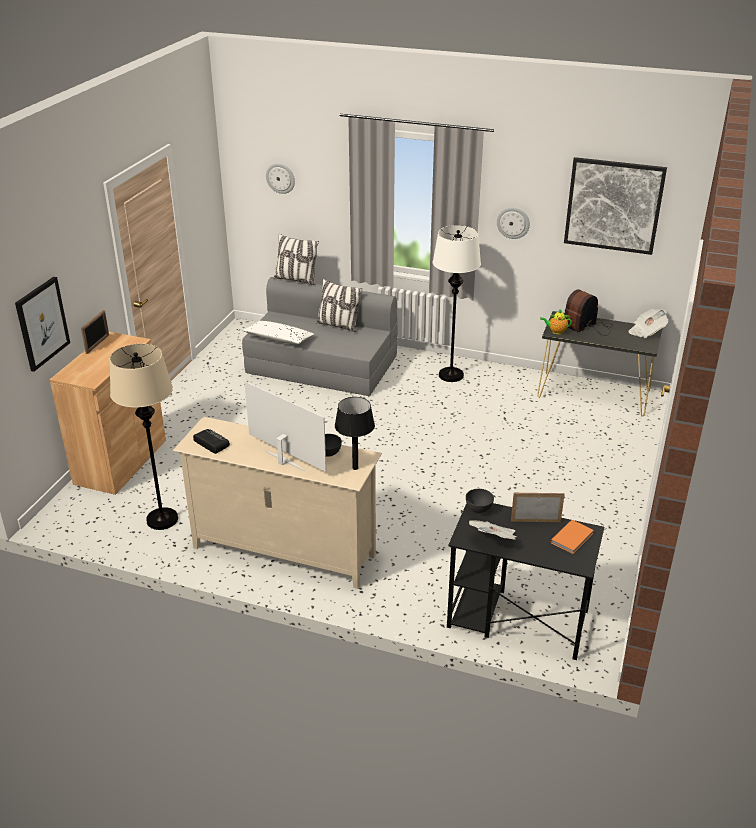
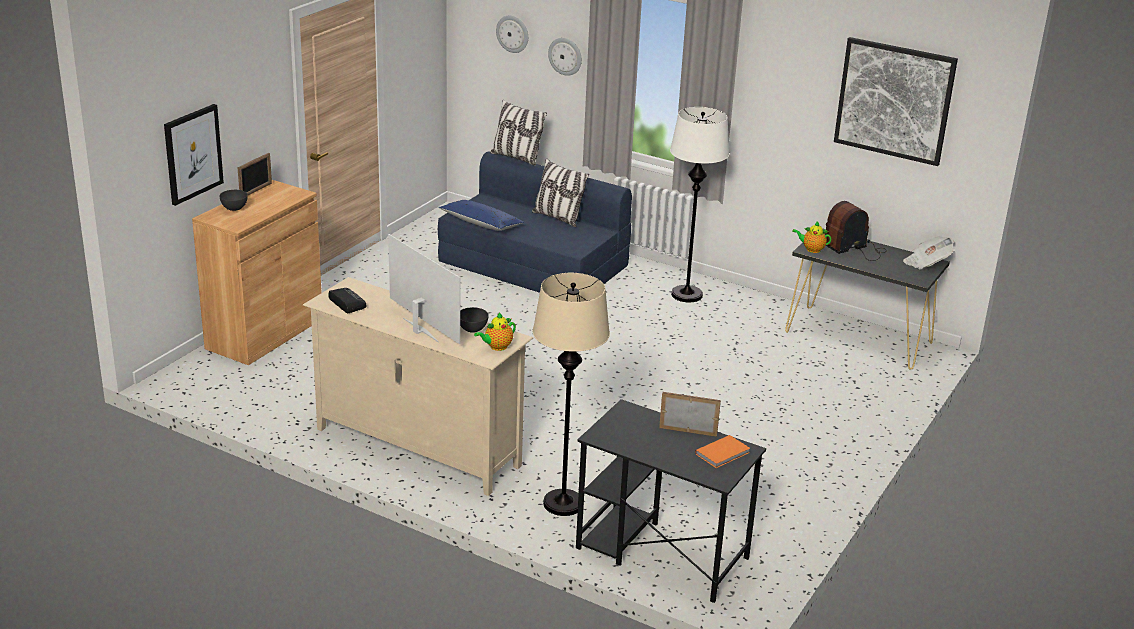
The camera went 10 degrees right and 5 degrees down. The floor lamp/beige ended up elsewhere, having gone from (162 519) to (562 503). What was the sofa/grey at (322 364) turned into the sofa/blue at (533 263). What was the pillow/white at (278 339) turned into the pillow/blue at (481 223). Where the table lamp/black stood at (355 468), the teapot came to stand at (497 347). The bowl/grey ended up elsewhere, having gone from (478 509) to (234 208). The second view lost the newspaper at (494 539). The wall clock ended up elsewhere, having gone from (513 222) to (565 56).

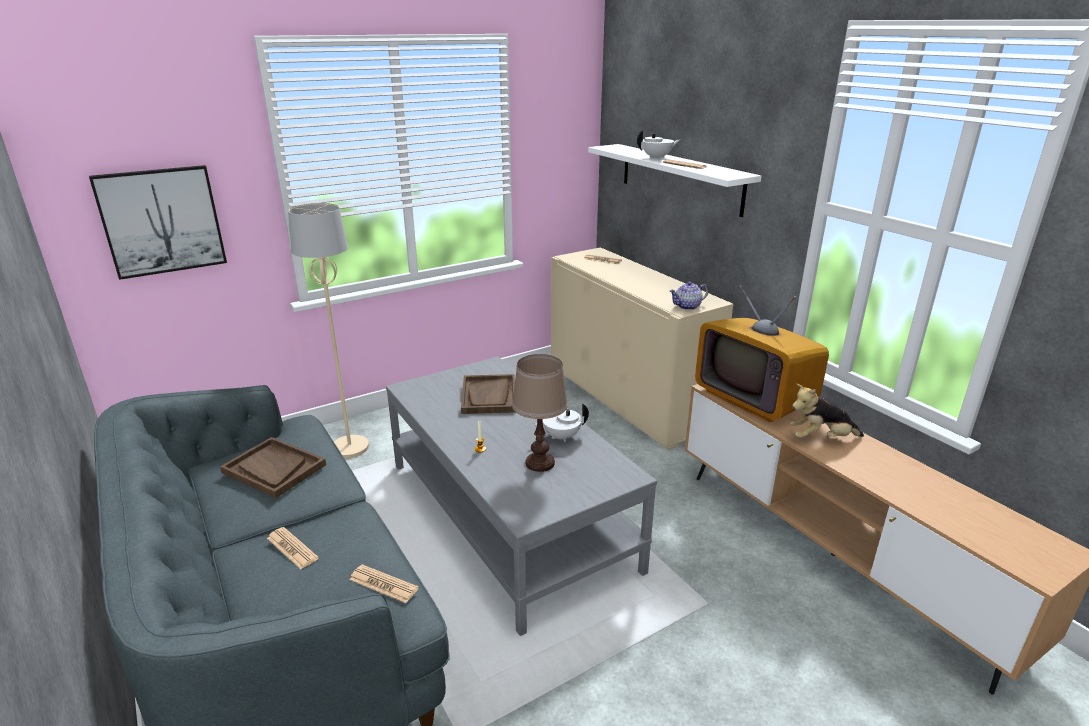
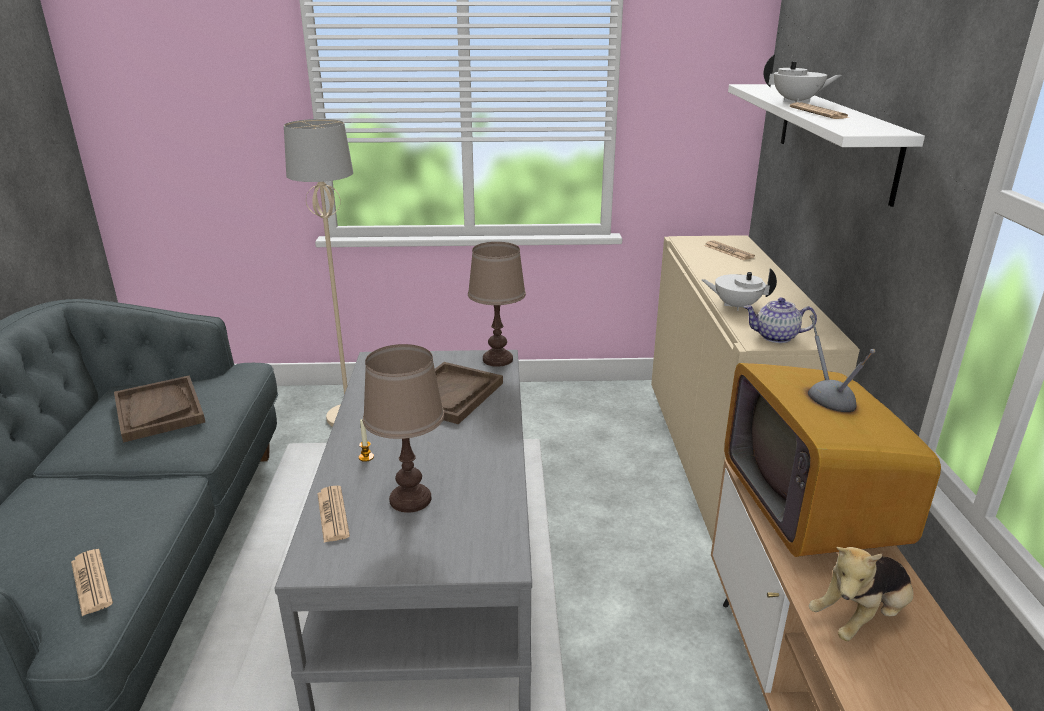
The camera went 30 degrees right and 0 degrees up. The second view lost the picture at (161 221). The newspaper ended up elsewhere, having gone from (292 548) to (333 514). The teapot/white ended up elsewhere, having gone from (561 436) to (736 306). The plush toy at (820 438) ended up facing another way, 60 degrees counterclockwise from before. The second view gained the table lamp/brown at (497 359).

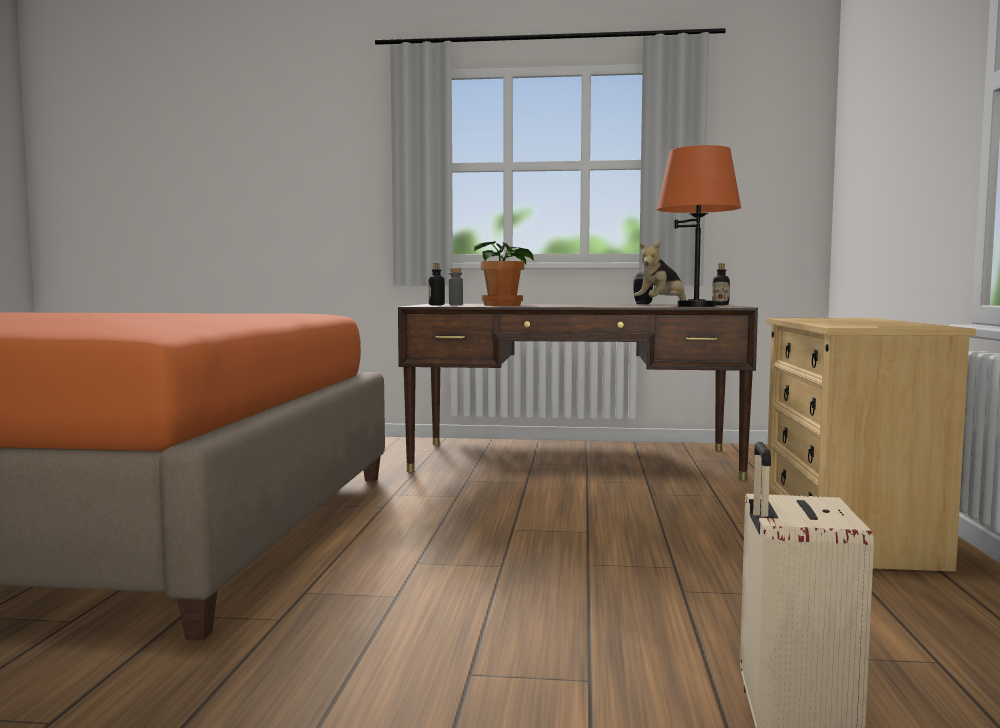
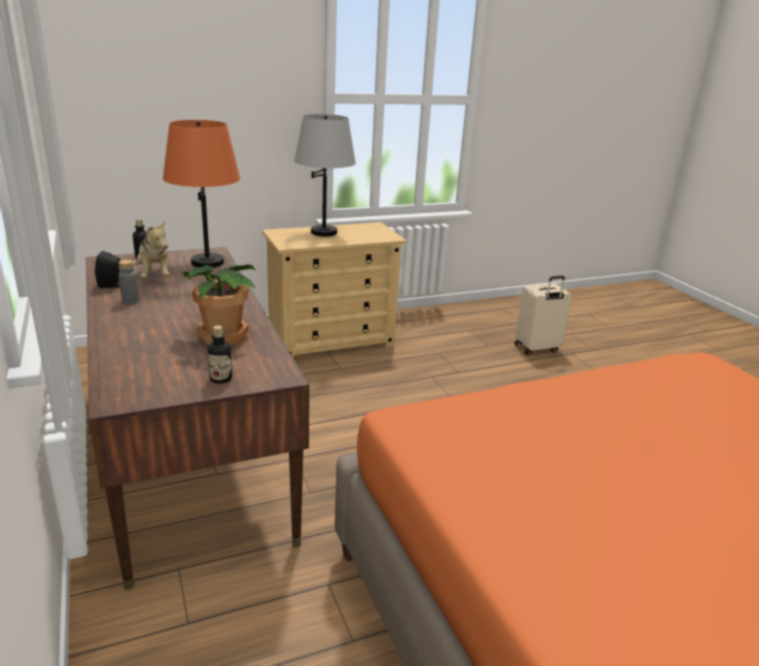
The camera went 120 degrees left and 20 degrees up. The bottle/grey ended up elsewhere, having gone from (455 304) to (130 300). The plush toy at (661 305) ended up facing another way, 45 degrees clockwise from before. The second view gained the table lamp/grey at (324 232).

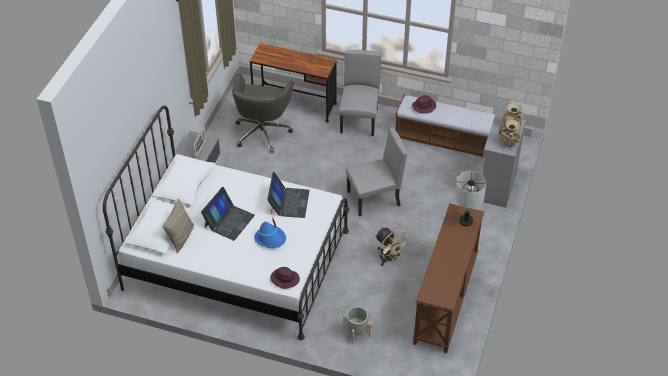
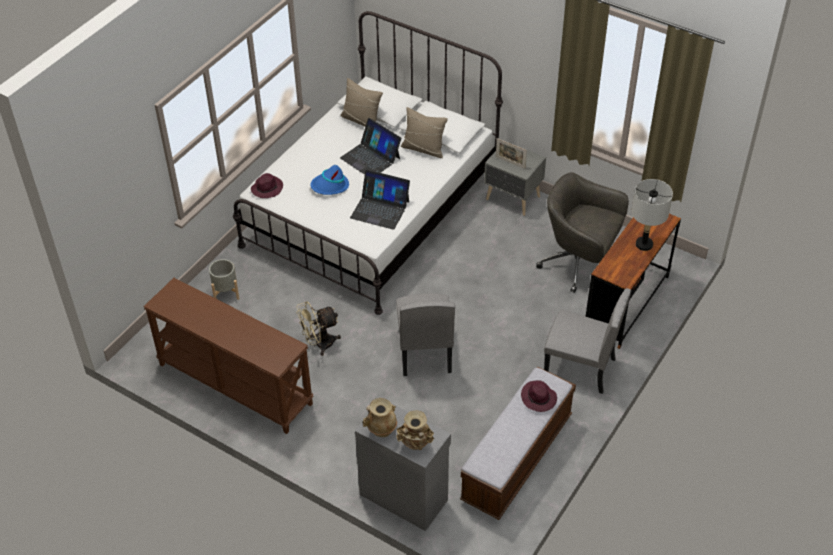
The camera went 105 degrees right and 0 degrees up. The table lamp/grey ended up elsewhere, having gone from (466 221) to (644 244). The second view gained the pillow/beige at (423 149).

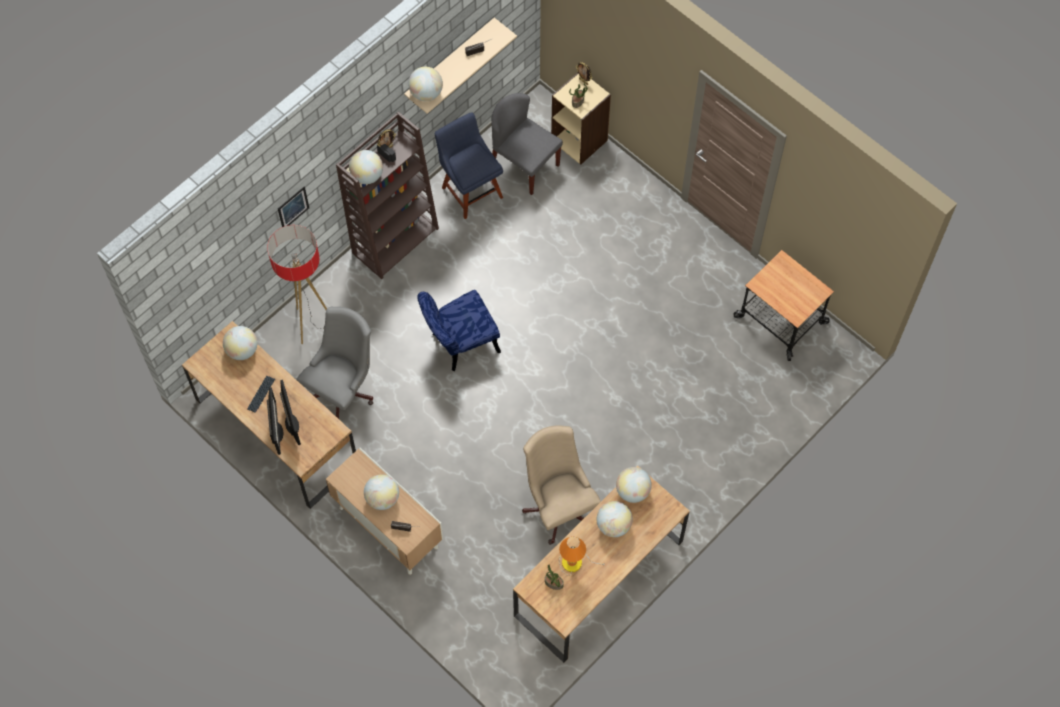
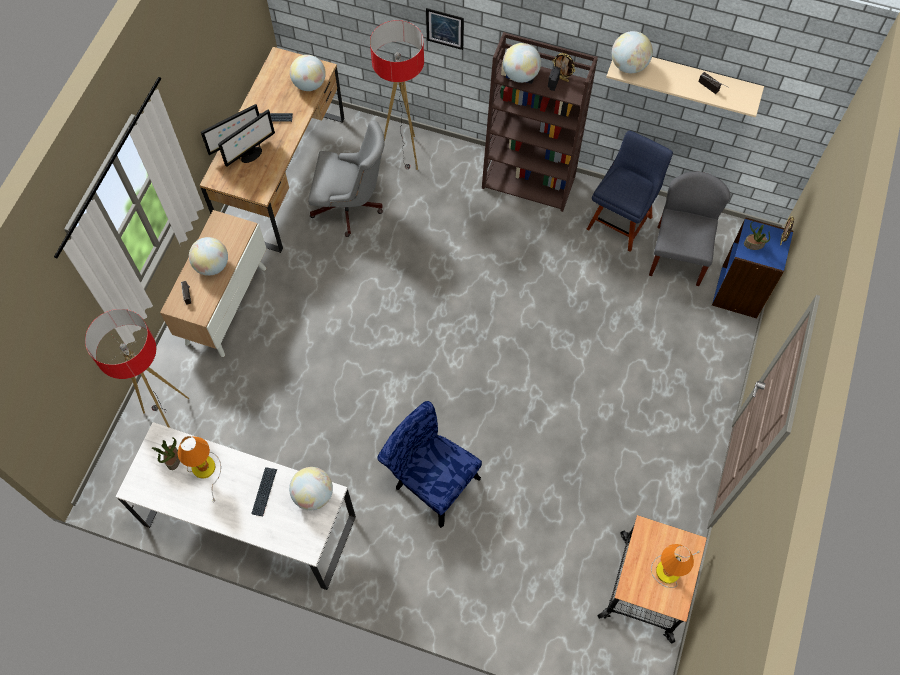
The camera went 65 degrees right and 0 degrees up. The chair/blue ended up elsewhere, having gone from (459 344) to (431 480). What was the desk/brown at (598 578) turned into the desk/white at (250 521). The second view lost the office chair/beige at (558 505). What was the bookcase/beige at (579 140) turned into the bookcase/blue at (739 292). Where the globe stood at (613 525), the keyboard came to stand at (264 491). The second view gained the floor lamp at (169 416). The second view gained the table lamp at (669 569).

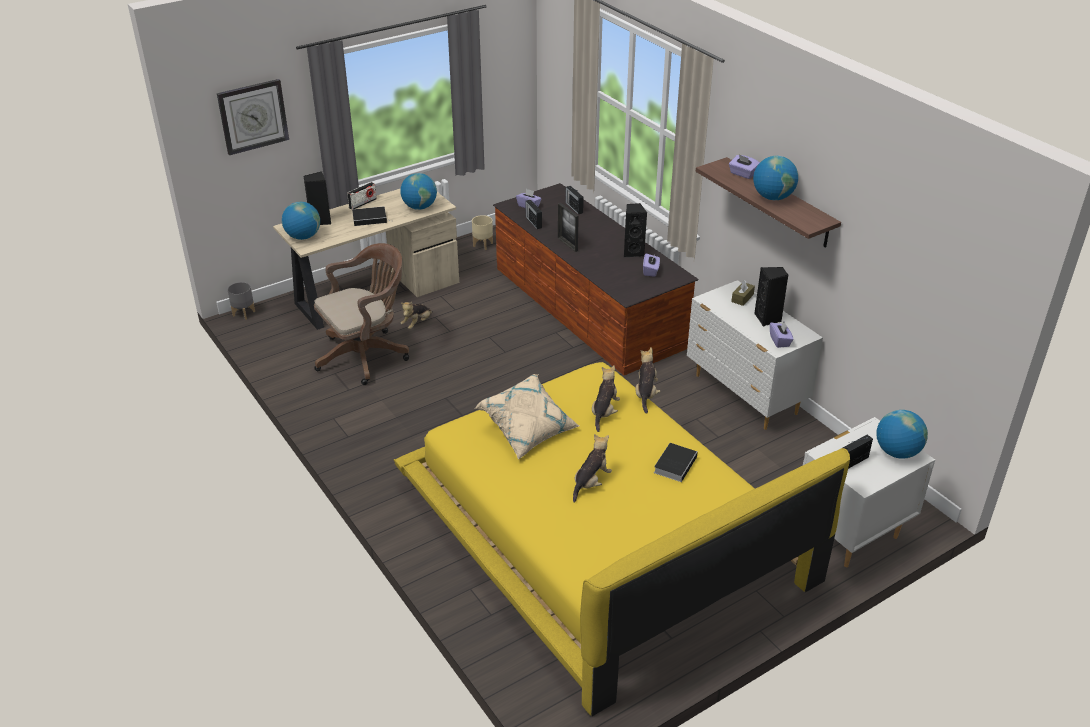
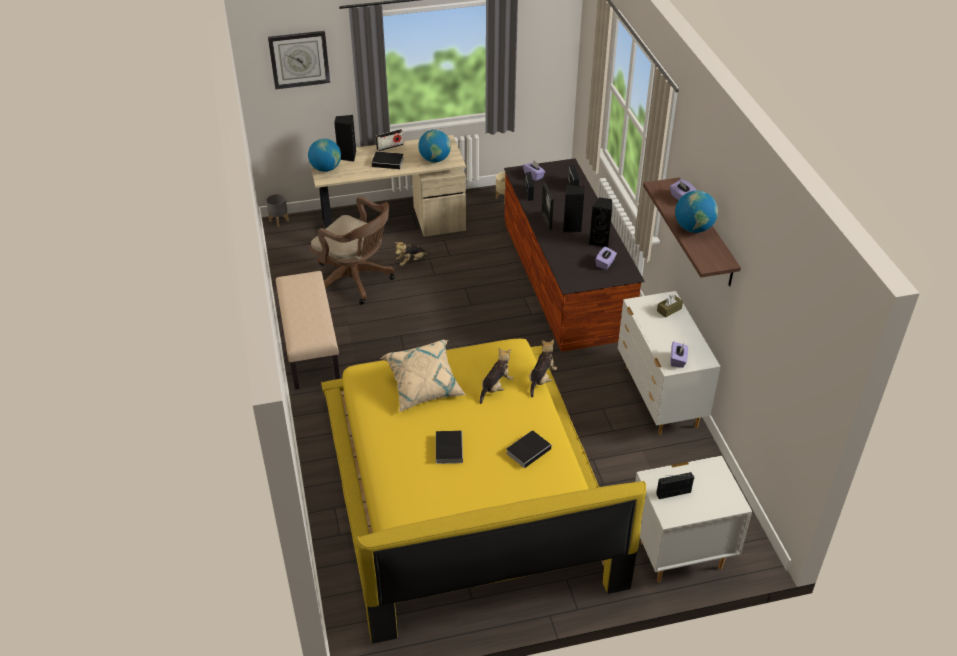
The camera went 20 degrees right and 5 degrees up. The office chair/brown at (366 355) ended up facing another way, 45 degrees clockwise from before. Where the plush toy stood at (591 483), the book came to stand at (449 448). The speaker/black ended up elsewhere, having gone from (768 319) to (572 227). The second view lost the globe at (897 452). The second view gained the bench/beige at (309 347).

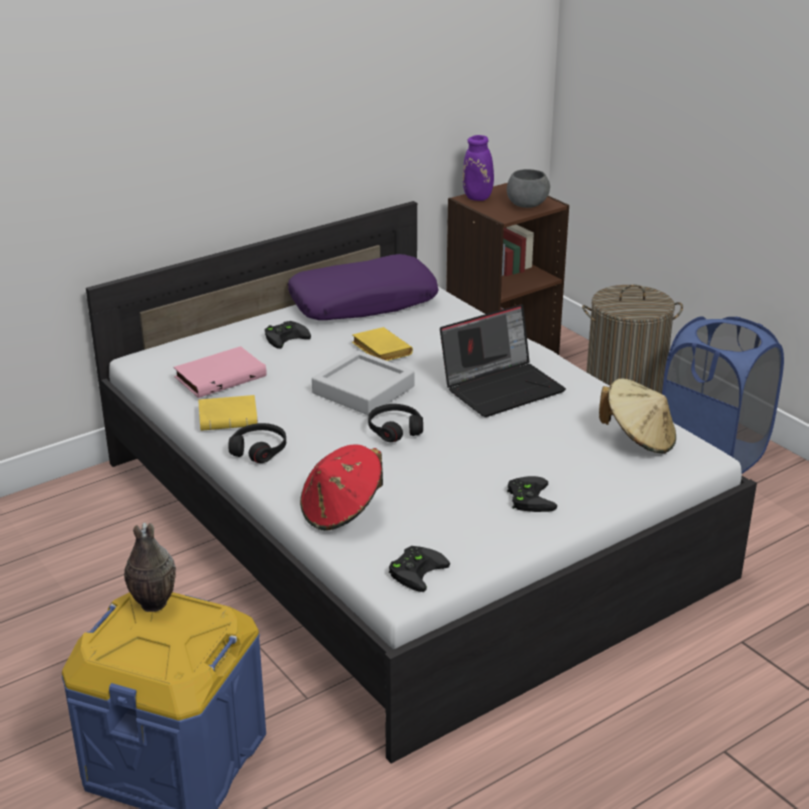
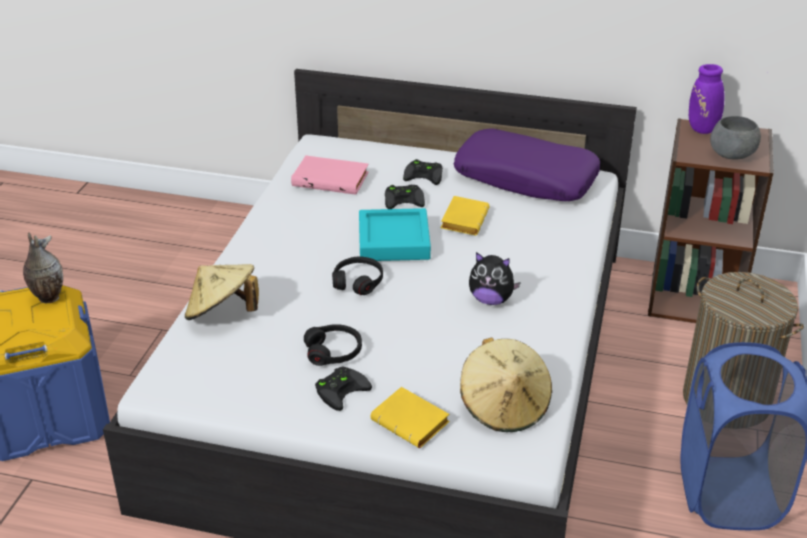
The camera went 50 degrees right and 5 degrees up. The book/yellow ended up elsewhere, having gone from (230 418) to (413 422). The headphones/black ended up elsewhere, having gone from (259 449) to (333 351). What was the hat/red at (341 511) turned into the hat/beige at (222 313). What was the tray/grey at (363 390) turned into the tray/turquoise at (394 241). The game controller/black ended up elsewhere, having gone from (416 570) to (405 199). Where the laptop stood at (502 387), the plush toy came to stand at (491 300).

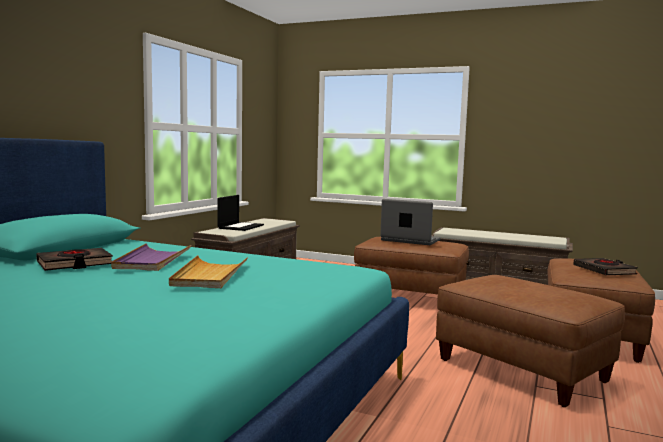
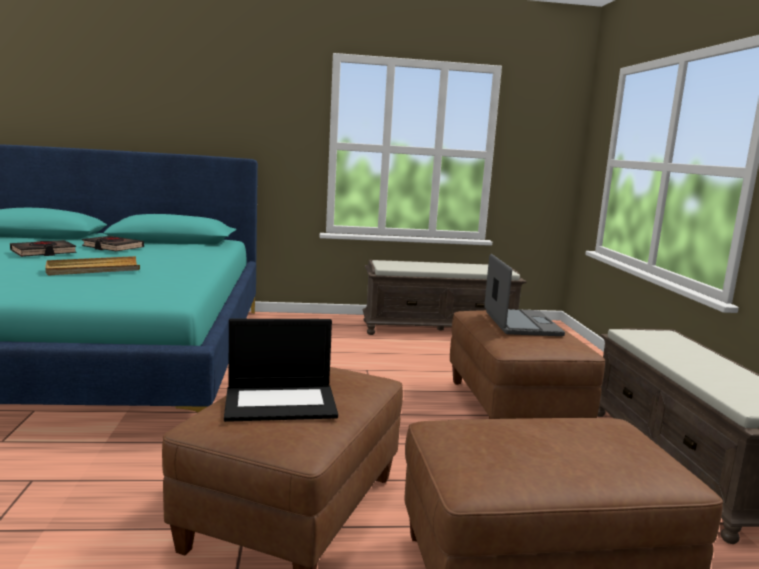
The camera went 60 degrees right and 5 degrees up. The second view lost the tray/purple at (152 260). The laptop ended up elsewhere, having gone from (240 226) to (282 402). The book/black ended up elsewhere, having gone from (604 270) to (43 252).

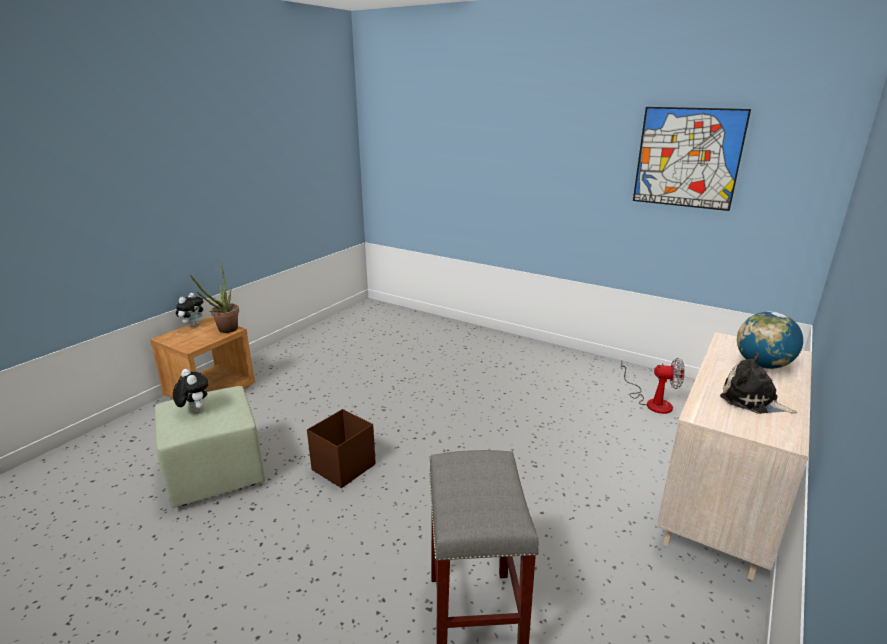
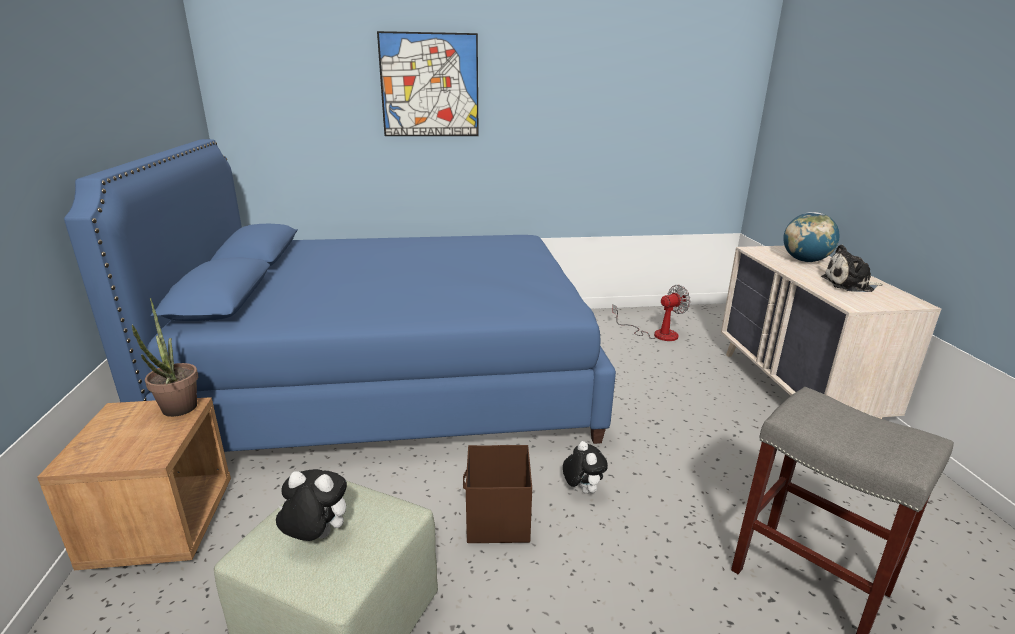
The camera went 40 degrees left and 0 degrees up. The plush toy ended up elsewhere, having gone from (193 325) to (582 489). The picture ended up elsewhere, having gone from (687 158) to (429 85). The second view gained the bed/blue at (395 379).

